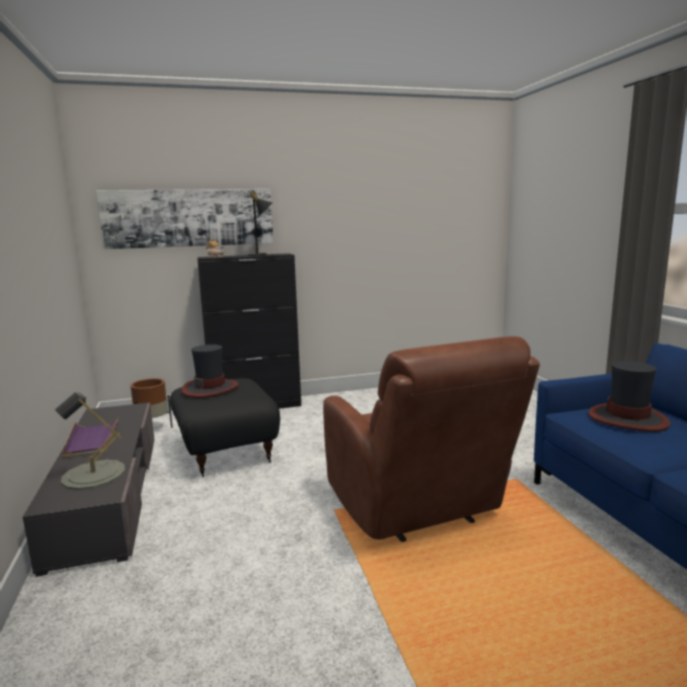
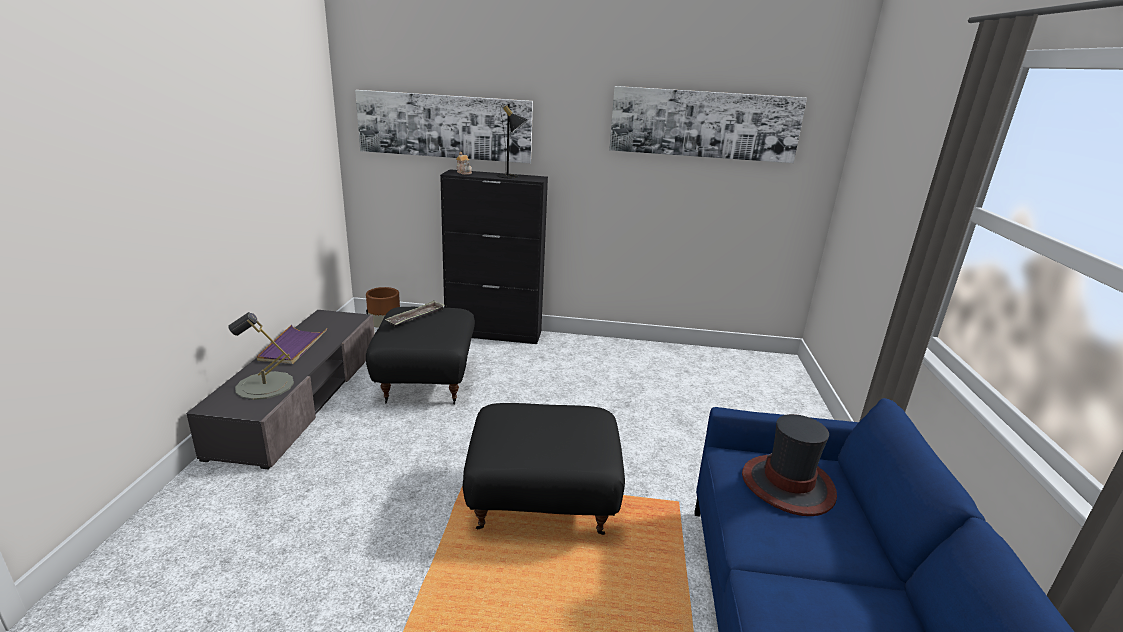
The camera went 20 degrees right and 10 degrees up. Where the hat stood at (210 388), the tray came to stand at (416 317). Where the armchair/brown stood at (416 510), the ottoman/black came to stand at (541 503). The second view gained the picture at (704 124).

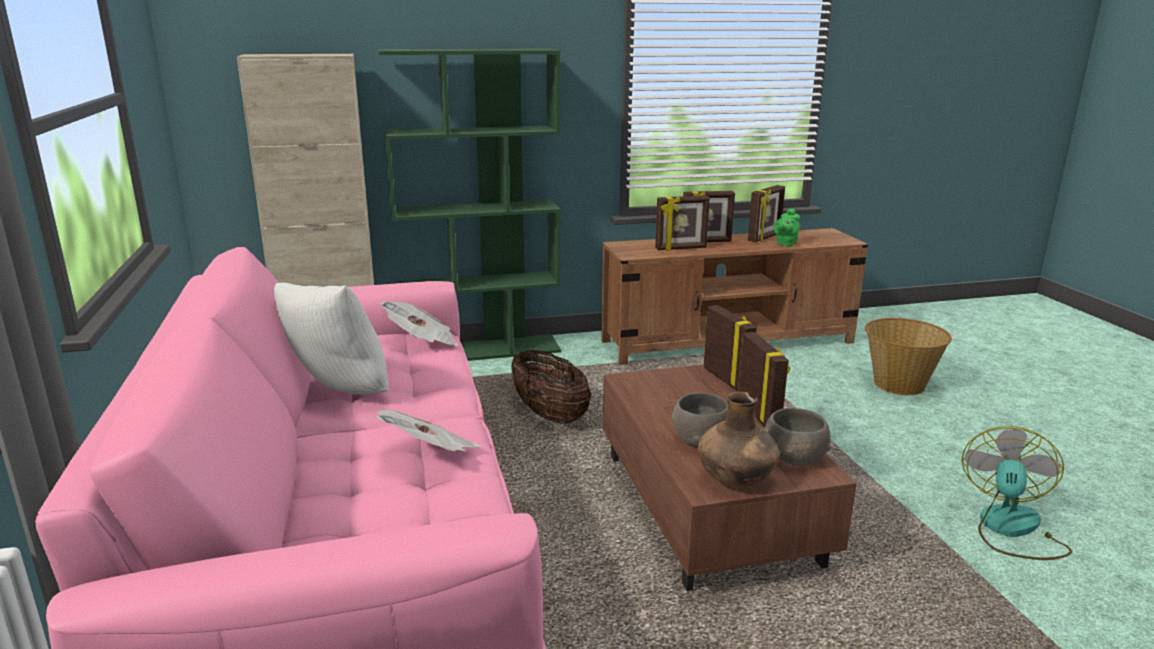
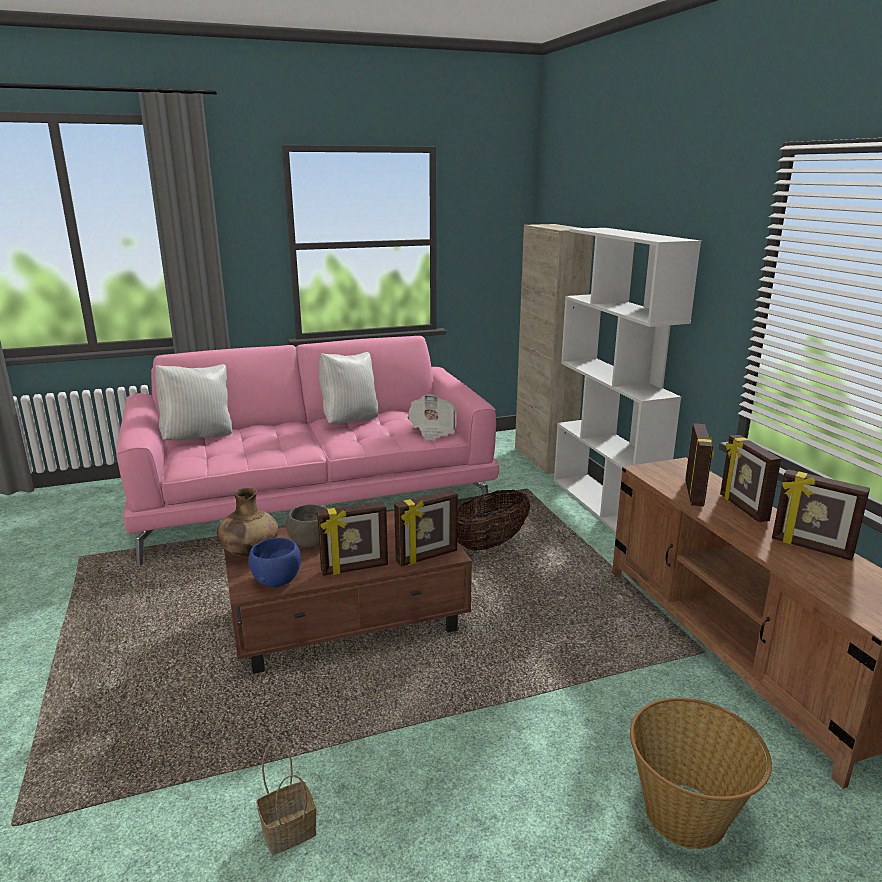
The camera went 85 degrees right and 0 degrees up. The second view lost the newspaper at (430 454). What was the bookcase/green at (481 350) turned into the bookcase/white at (605 505). The picture frame at (681 248) ended up facing another way, 150 degrees counterclockwise from before. What was the bowl/grey at (794 458) turned into the bowl/blue at (276 579). The second view lost the teapot/green at (785 244). Where the fan stood at (1011 530), the basket came to stand at (290 829). The second view gained the pillow/white at (199 437).

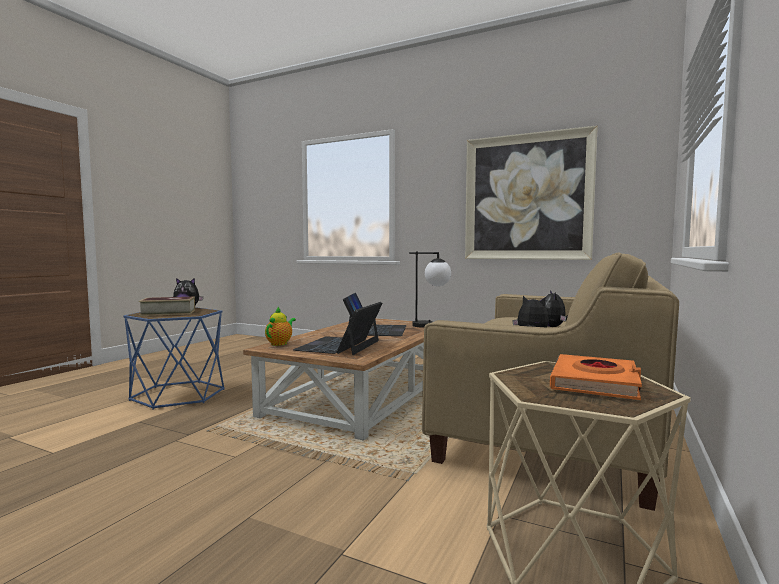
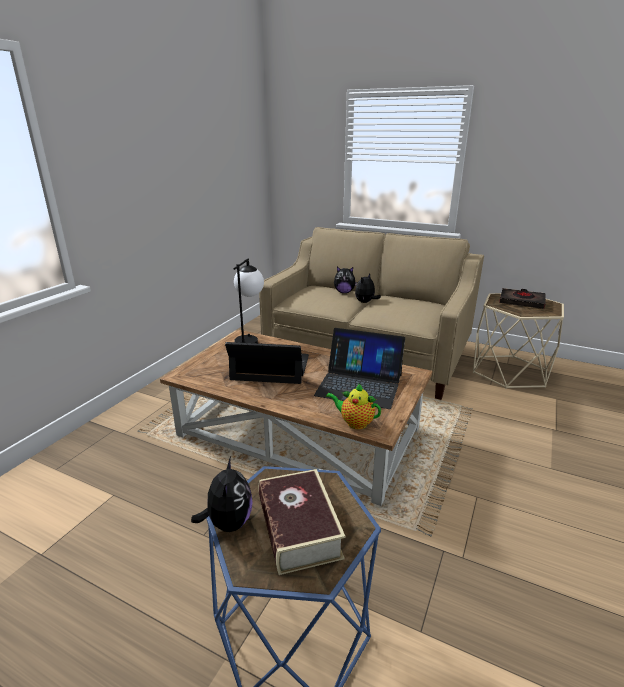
The camera went 90 degrees left and 20 degrees up. The second view lost the picture at (527 197). What was the book/orange at (595 383) turned into the book/black at (521 301).

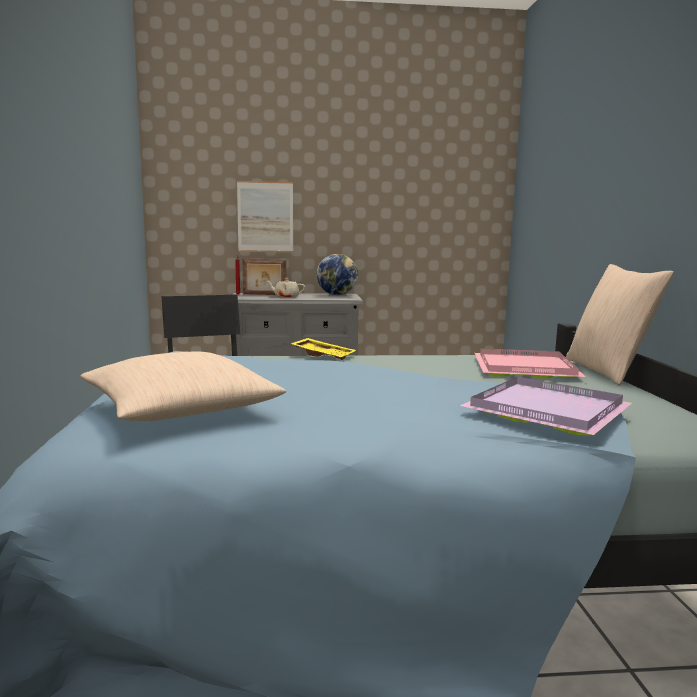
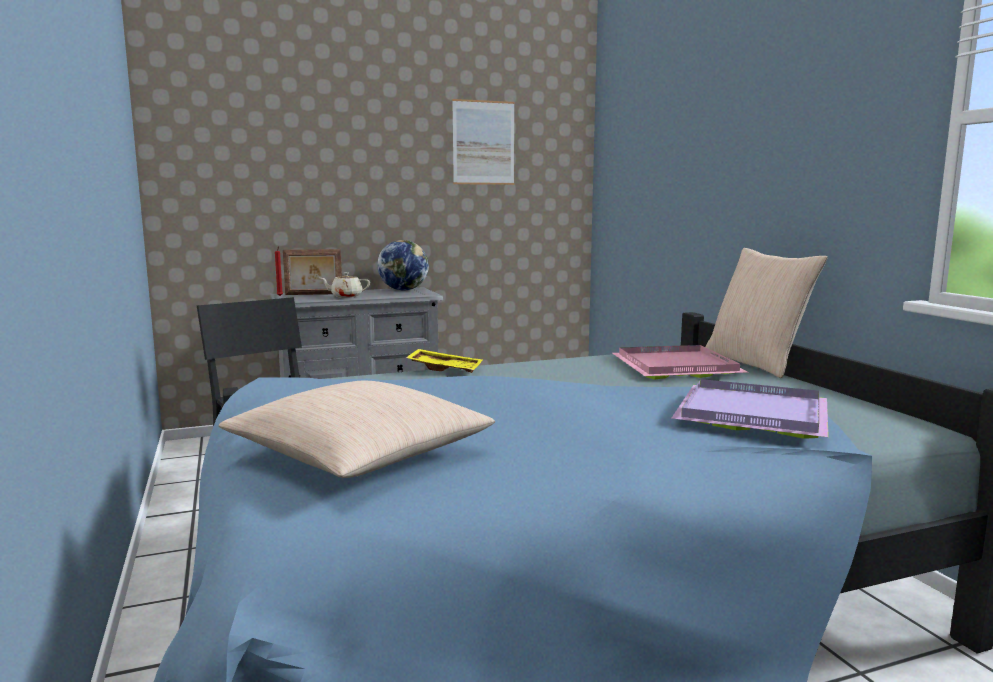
The camera went 15 degrees left and 0 degrees up. The picture ended up elsewhere, having gone from (265 217) to (483 143).

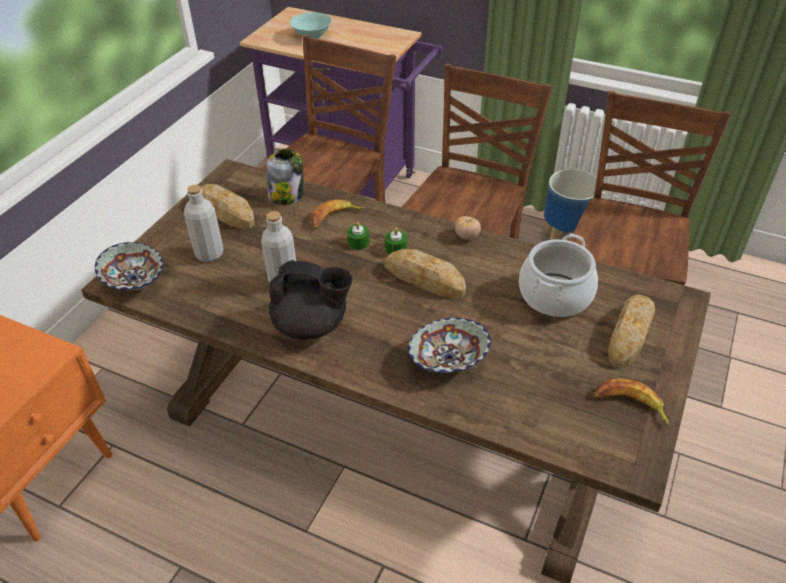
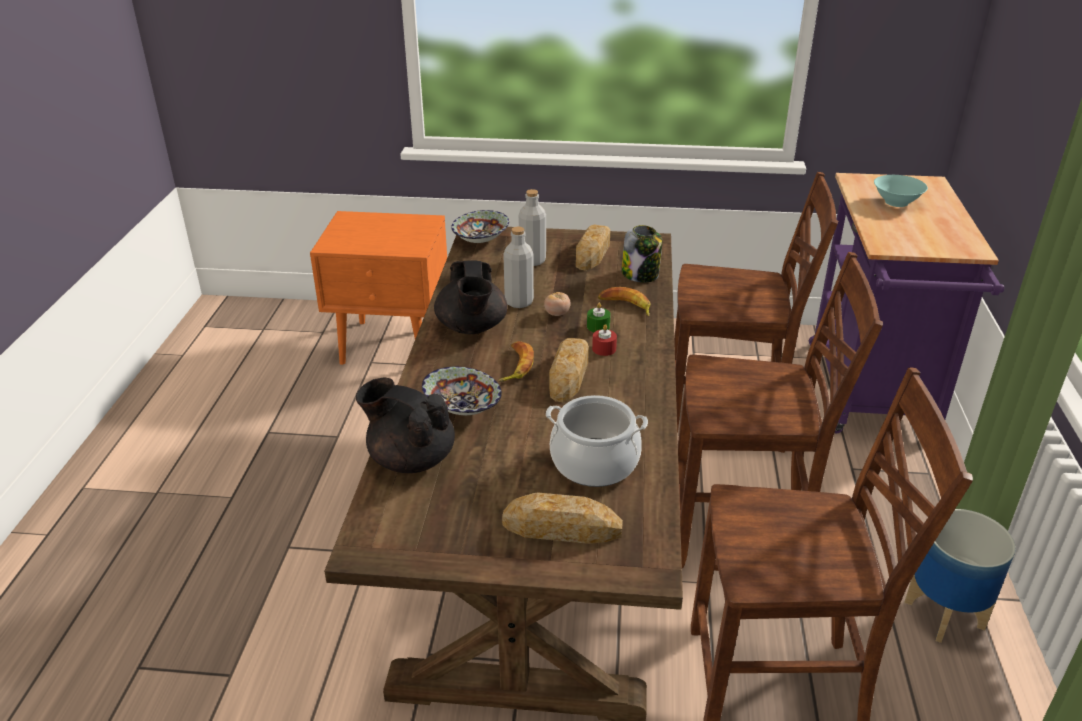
The camera went 70 degrees right and 10 degrees down. What was the candle/green at (396 248) turned into the candle/red at (604 349). The tomato ended up elsewhere, having gone from (467 236) to (557 314). The banana ended up elsewhere, having gone from (630 405) to (515 366). The second view gained the teapot/black at (411 458).

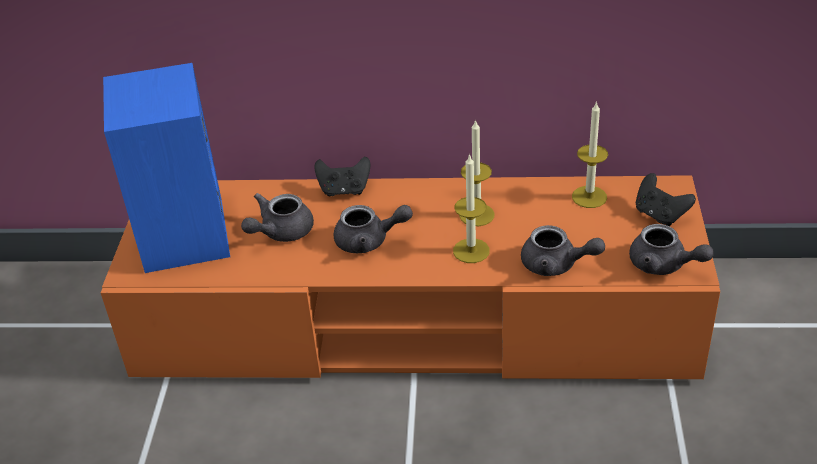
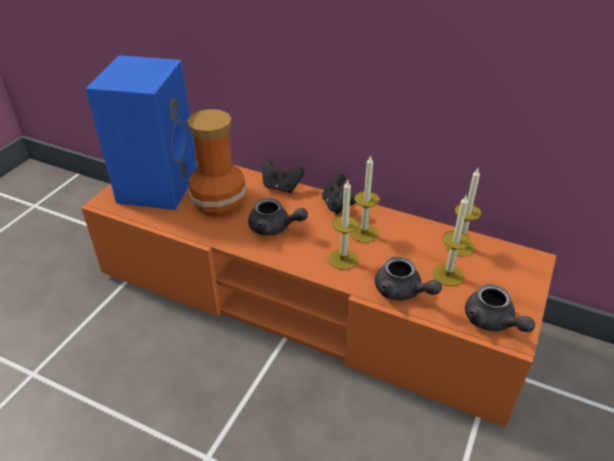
The camera went 20 degrees right and 0 degrees up. Where the teapot/grey stood at (280 232), the vase came to stand at (219 203). The game controller/black ended up elsewhere, having gone from (660 215) to (338 205). The second view gained the candle at (448 275).

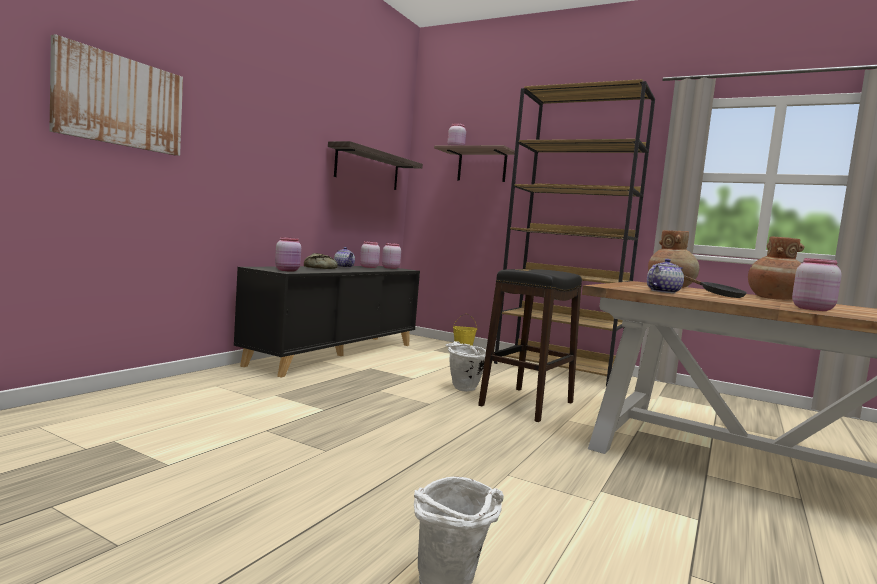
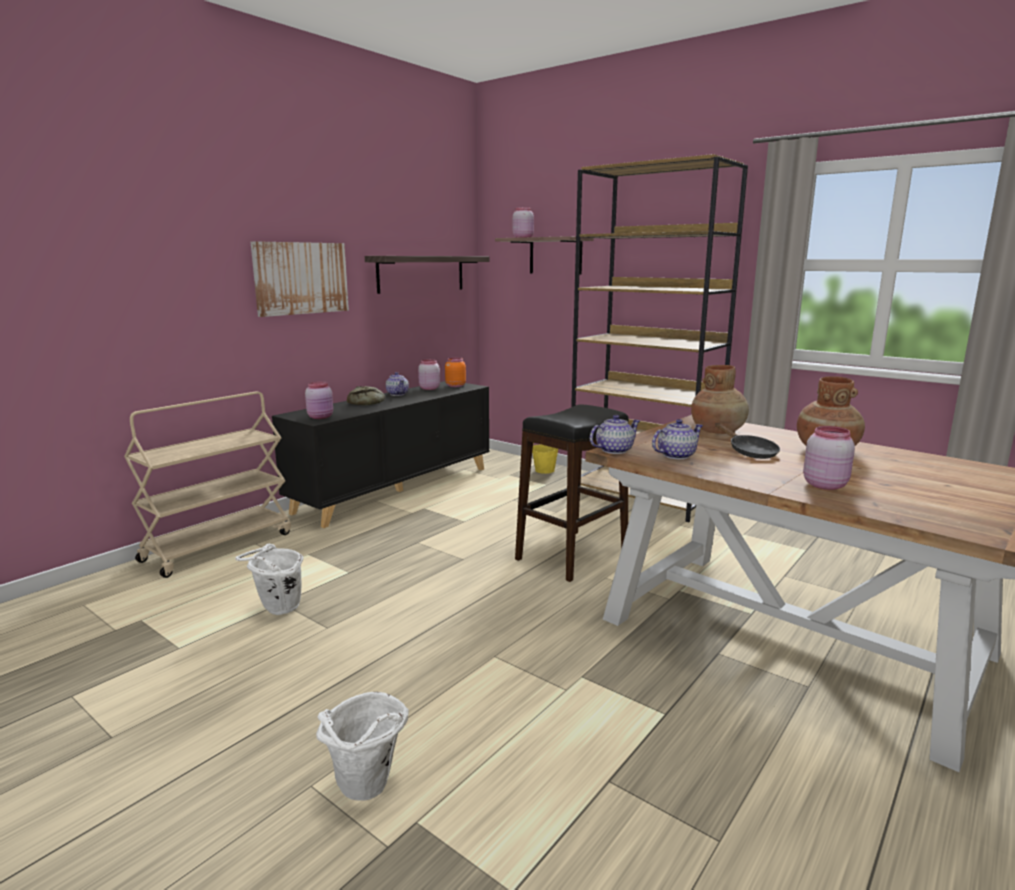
The camera went 10 degrees right and 10 degrees up. The picture ended up elsewhere, having gone from (120 101) to (301 278). What was the jar/pink at (390 268) turned into the jar/orange at (455 386). The bucket/white ended up elsewhere, having gone from (462 389) to (277 610). The second view gained the cart/beige at (218 546). The second view gained the teapot at (613 450).

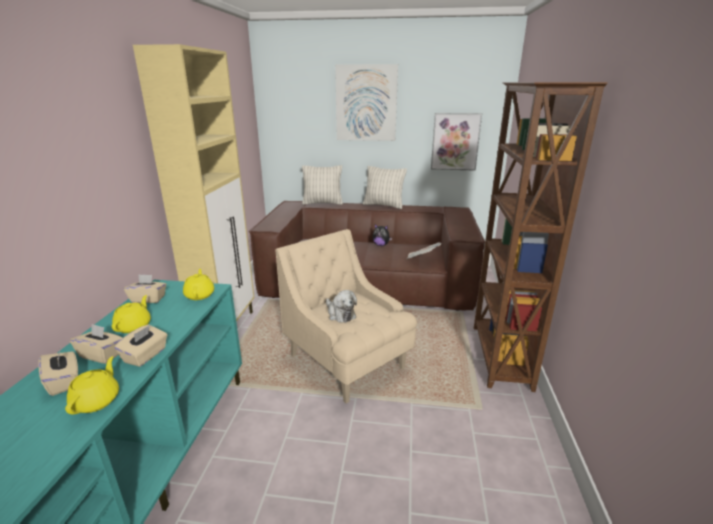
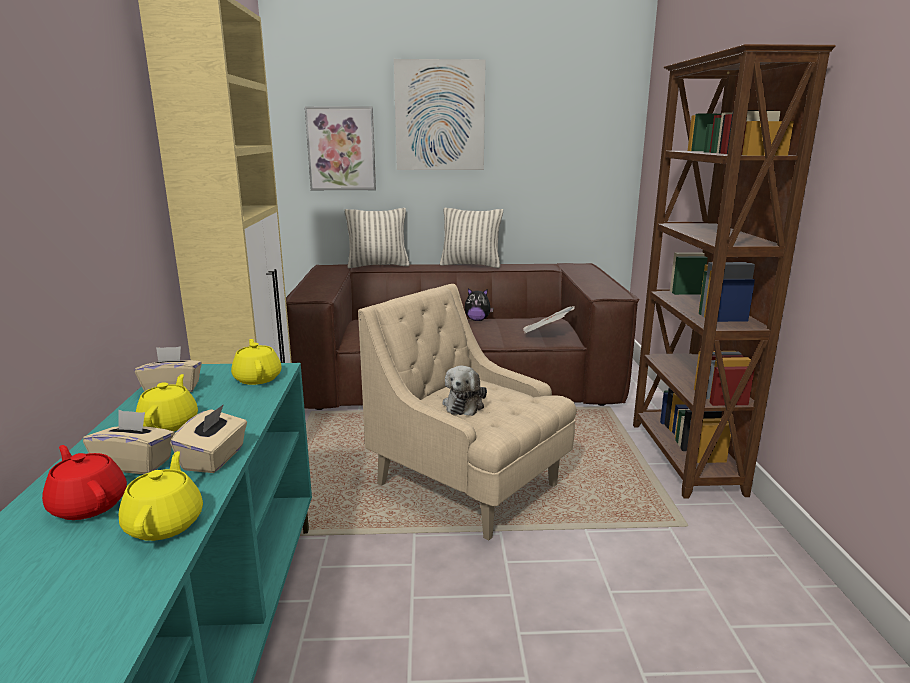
The camera went 10 degrees left and 5 degrees down. Where the tissue box/beige stood at (64 382), the teapot/red came to stand at (88 504). The plush toy at (340 314) ended up facing another way, 60 degrees clockwise from before. The picture ended up elsewhere, having gone from (455 141) to (341 149).

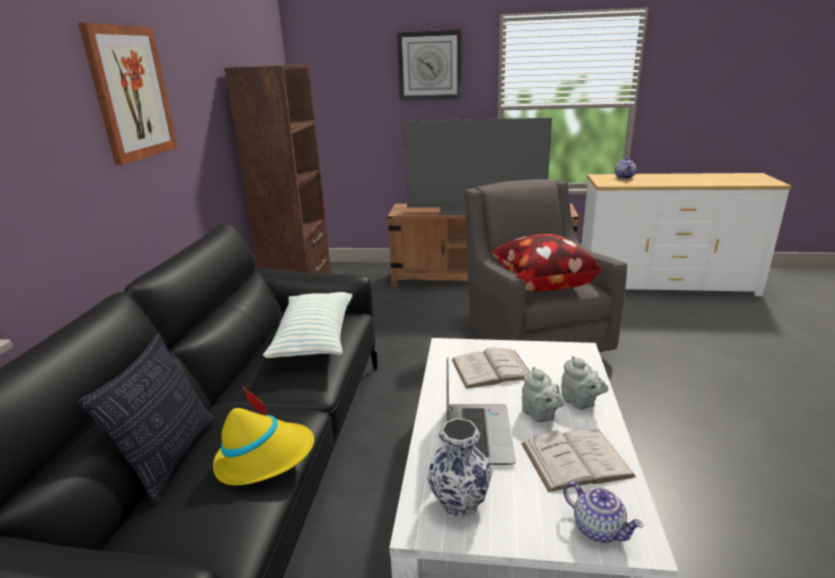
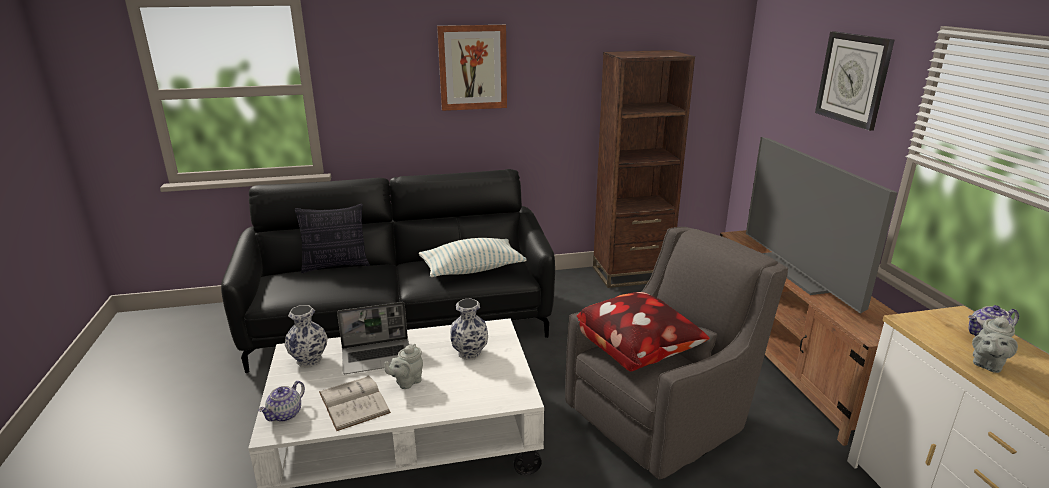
The camera went 70 degrees right and 0 degrees up. The second view lost the hat/yellow at (265 457). Where the book/white stood at (491 368), the vase came to stand at (469 352). The teapot/grey ended up elsewhere, having gone from (580 402) to (986 364).

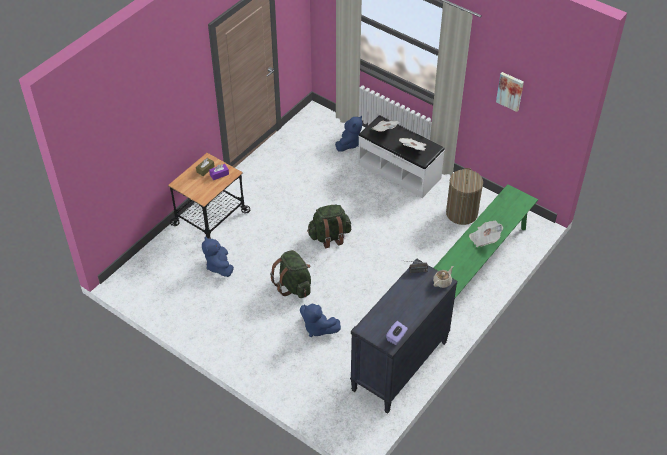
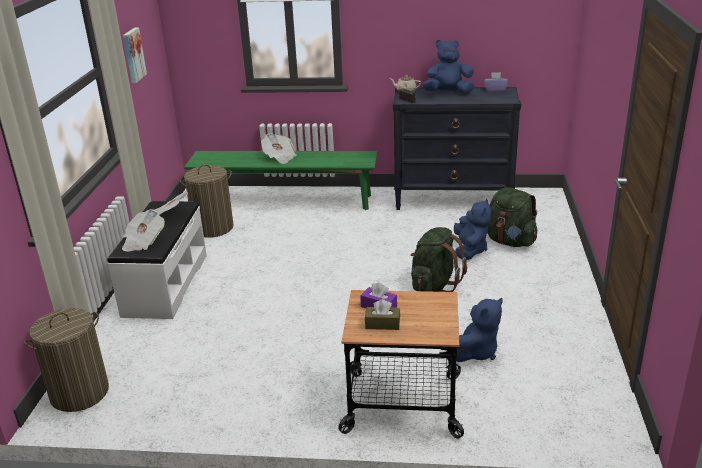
The camera went 120 degrees left and 20 degrees down. The backpack/green ended up elsewhere, having gone from (329 237) to (509 241). The plush toy/blue ended up elsewhere, having gone from (349 143) to (448 93). The second view gained the laundry basket at (80 393).

